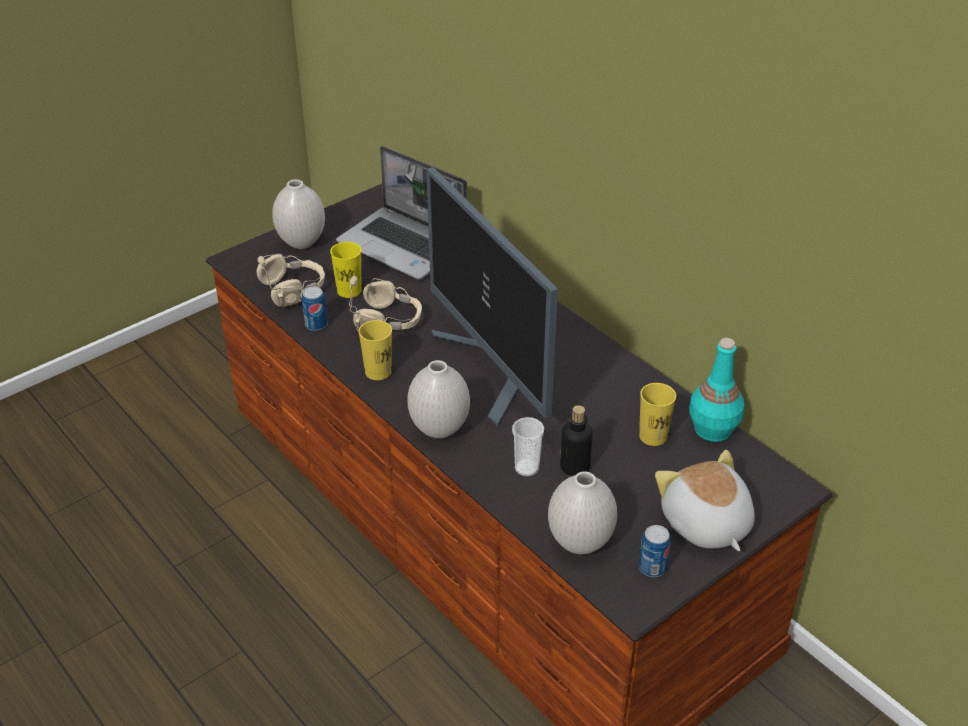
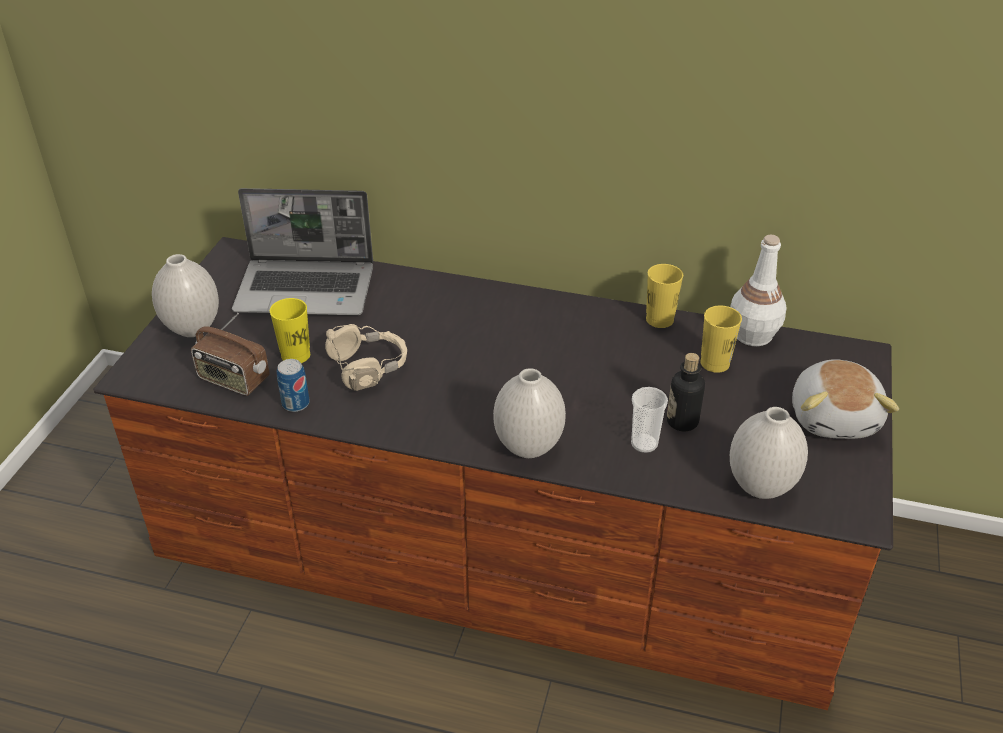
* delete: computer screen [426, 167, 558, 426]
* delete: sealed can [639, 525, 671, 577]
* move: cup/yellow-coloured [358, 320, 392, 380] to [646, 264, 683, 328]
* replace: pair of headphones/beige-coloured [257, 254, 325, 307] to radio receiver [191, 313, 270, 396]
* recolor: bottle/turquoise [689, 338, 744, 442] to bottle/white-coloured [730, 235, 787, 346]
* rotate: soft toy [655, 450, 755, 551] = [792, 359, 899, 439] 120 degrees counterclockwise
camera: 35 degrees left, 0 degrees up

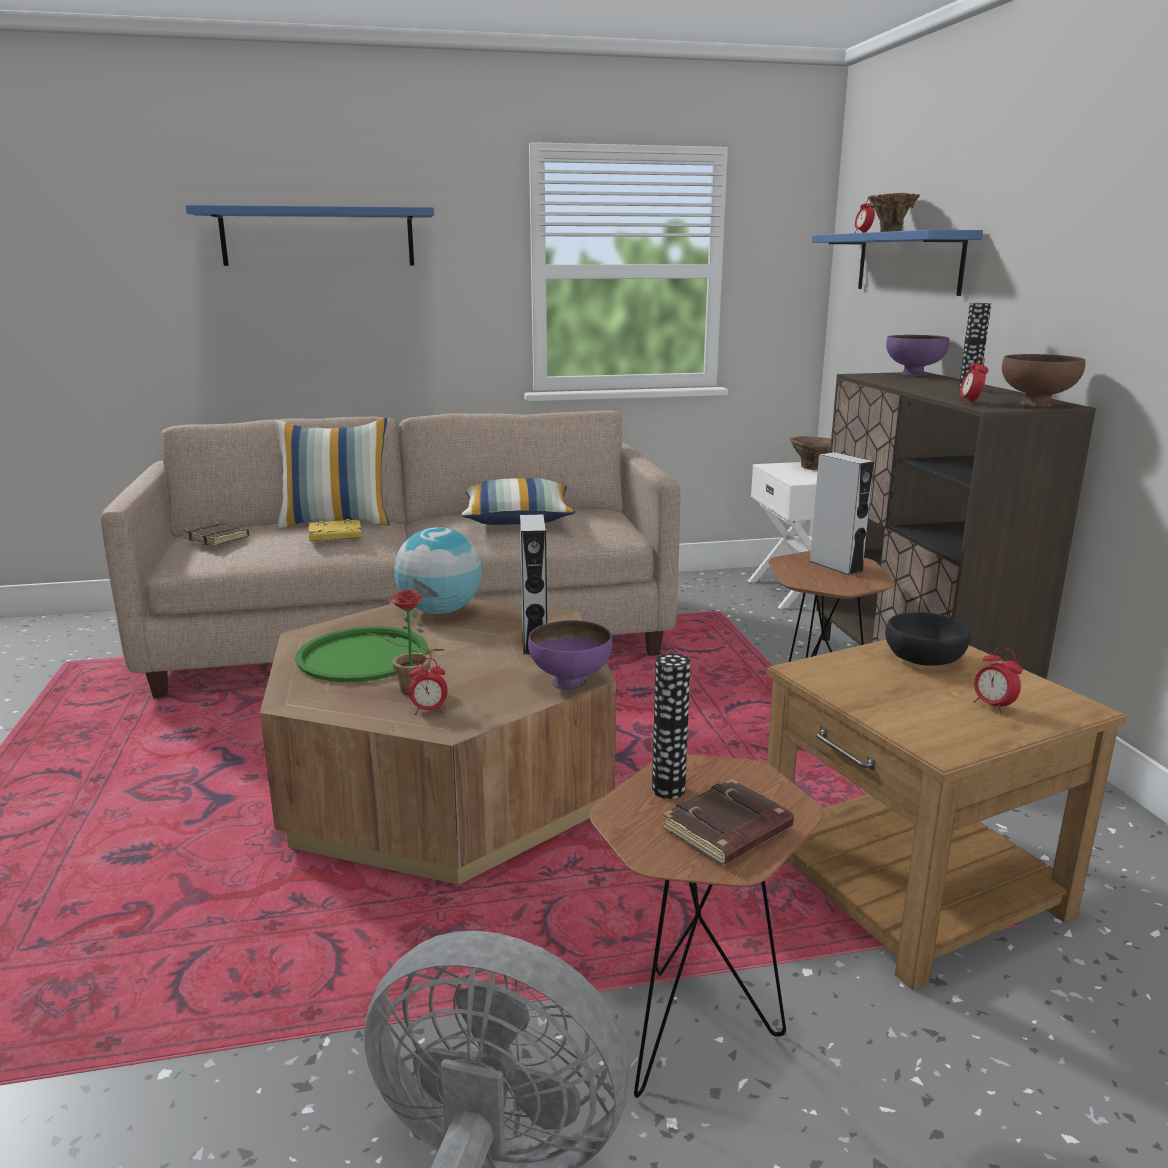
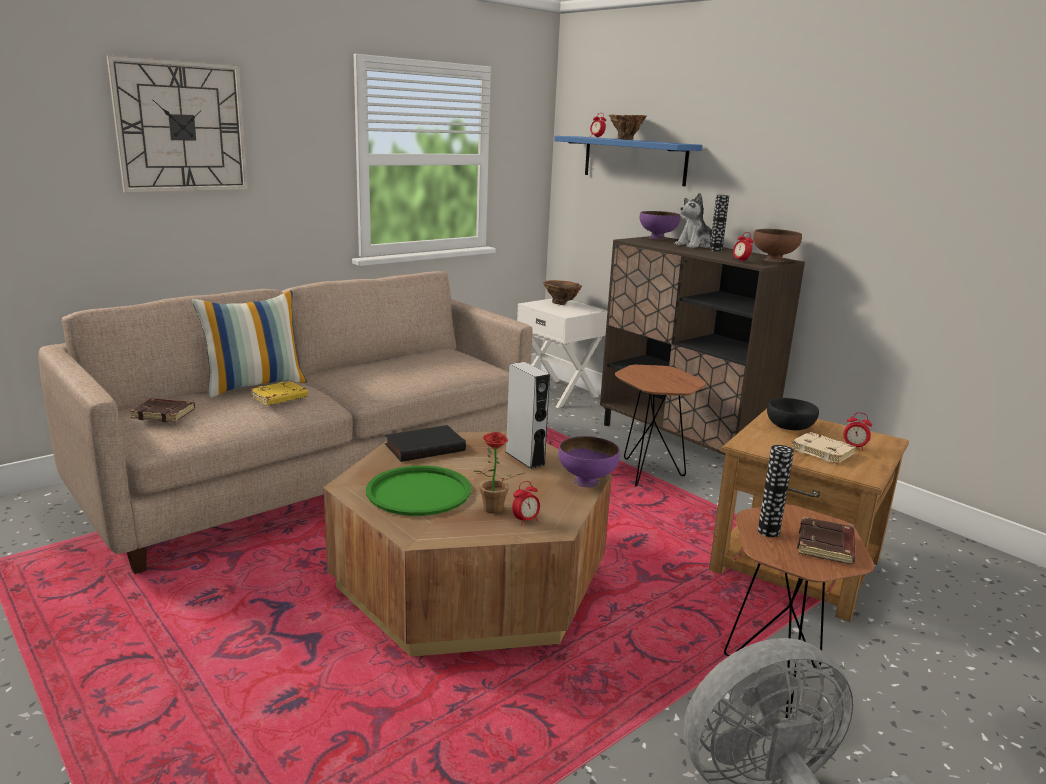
* delete: cushion [461, 478, 575, 525]
* delete: loudspeaker/gray [809, 452, 874, 575]
* insert: soft toy [675, 193, 712, 248]
* insert: book/beige-coloured [790, 432, 856, 464]
* replace: wall shelf/bluish [186, 205, 434, 266] to wall clock [106, 56, 248, 193]
* replace: desk globe [394, 527, 482, 614] to book/black [385, 425, 466, 462]
camera: 30 degrees left, 0 degrees up

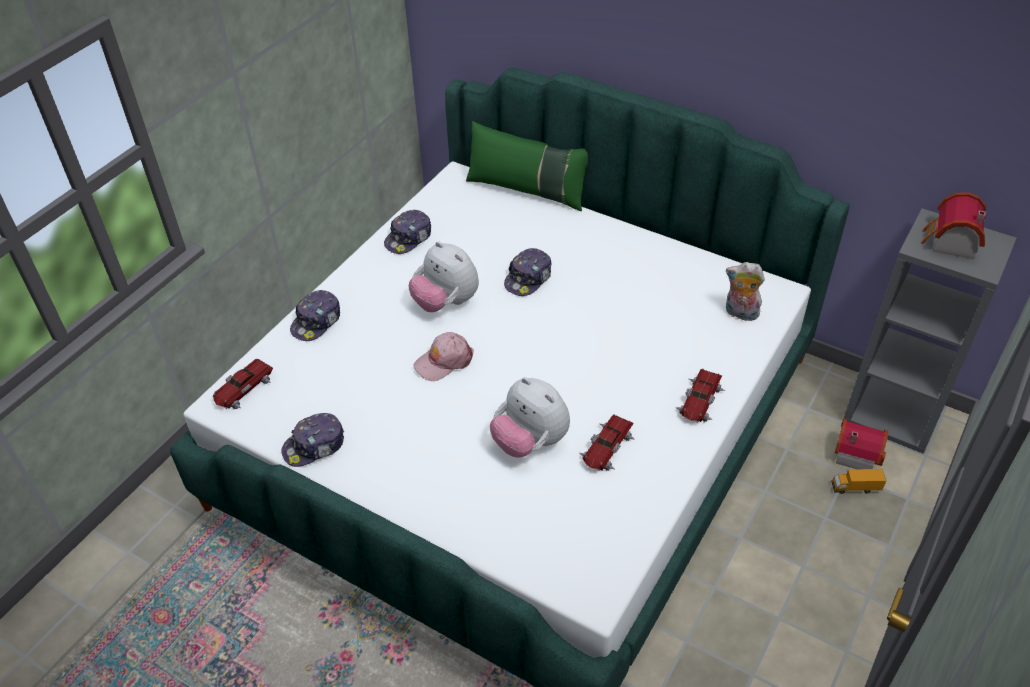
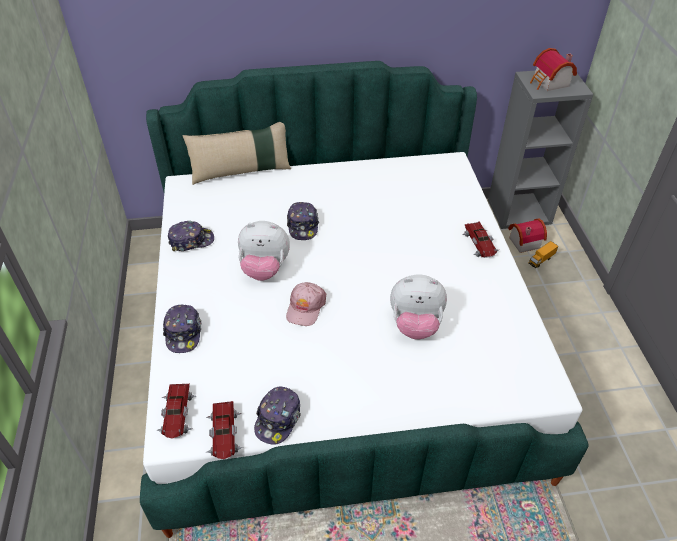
* delete: soft toy [726, 262, 765, 321]
* move: miniature car [580, 414, 635, 471] to [206, 401, 243, 459]
* recolor: cushion/green [466, 121, 588, 211] to cushion/beige-coloured [183, 122, 291, 185]
* rotate: cap [384, 210, 431, 254] = [168, 221, 214, 251] 105 degrees counterclockwise
camera: 40 degrees left, 0 degrees up

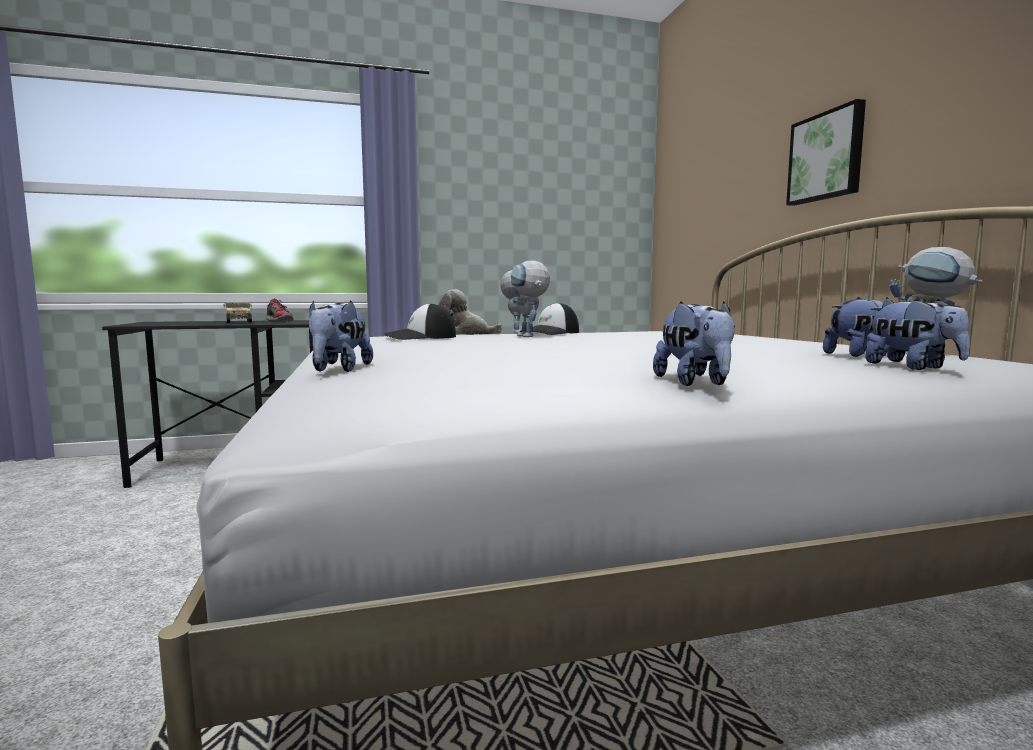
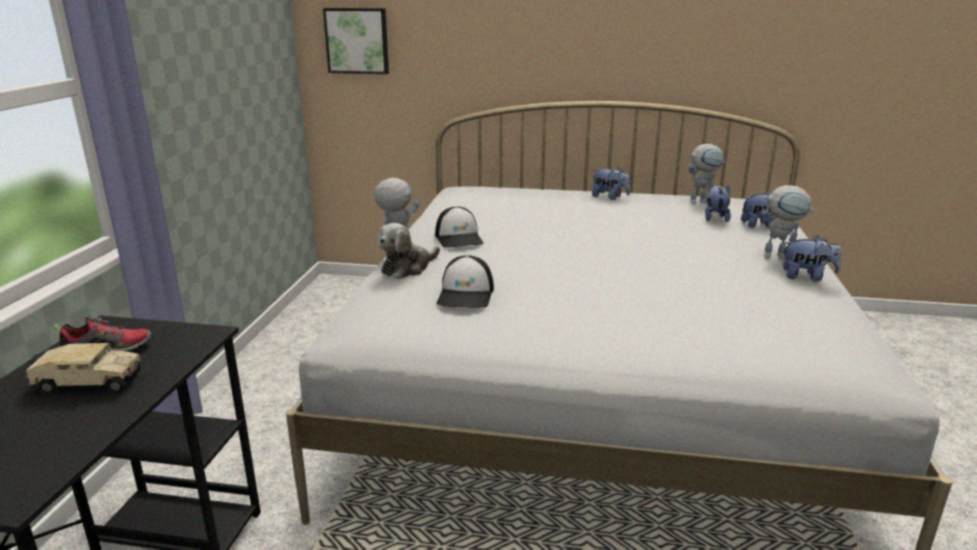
* move: soft toy [309, 301, 373, 372] to [592, 167, 630, 200]
* move: model robot [511, 261, 550, 337] to [762, 185, 815, 259]
* move: wall art [786, 99, 866, 206] to [323, 8, 389, 74]
camera: 65 degrees left, 15 degrees up

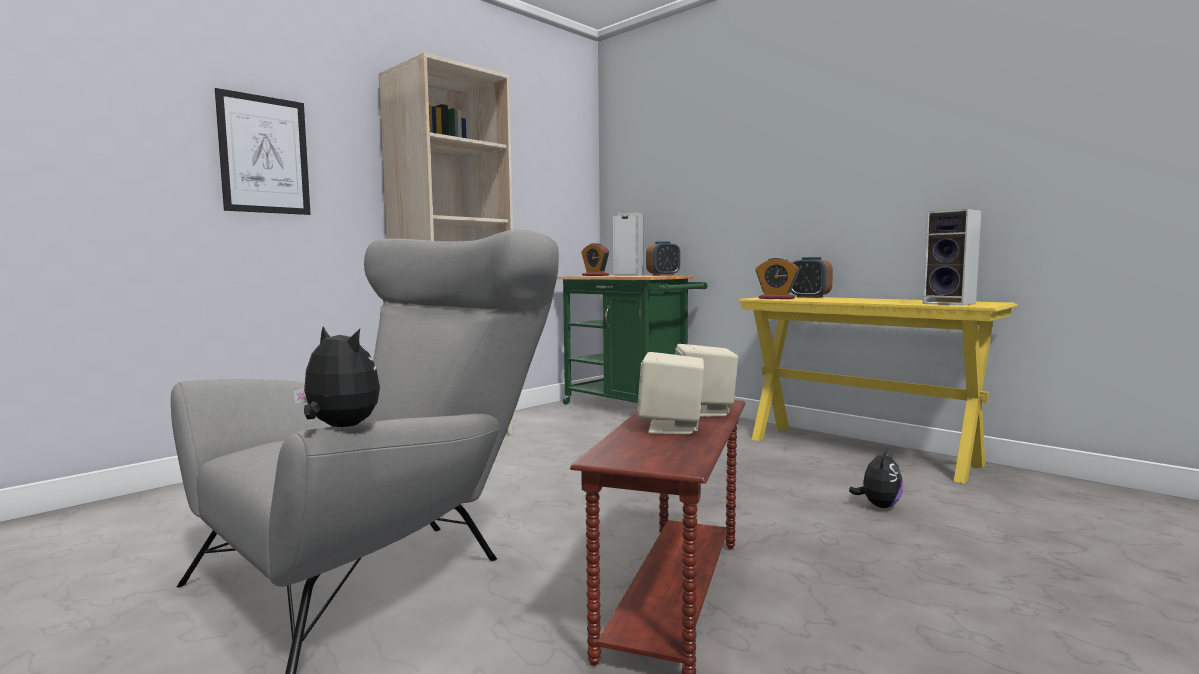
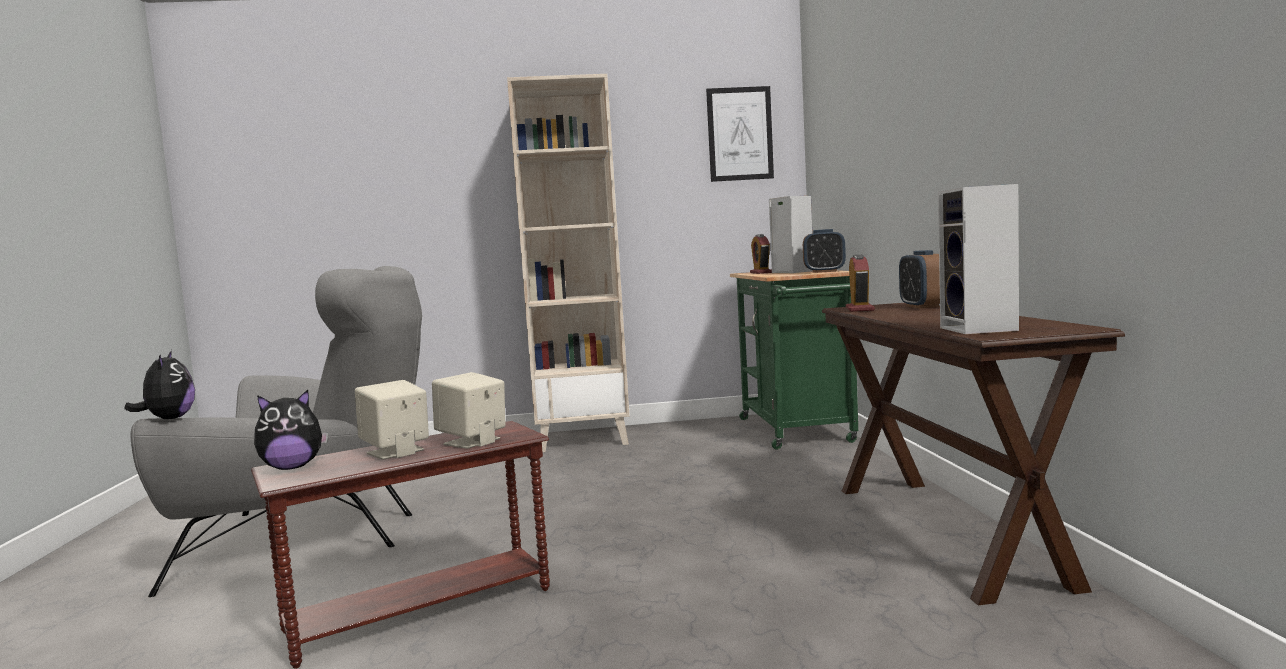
* move: wall art [215, 88, 311, 215] to [706, 86, 774, 182]
* move: soft toy [849, 449, 903, 508] to [254, 390, 328, 470]
* recolor: console table/yellow-coloured [738, 296, 1018, 484] to console table/brown [822, 303, 1125, 605]
* rotate: bedside clock [756, 257, 800, 299] = [846, 254, 875, 312] 150 degrees counterclockwise
camera: 40 degrees right, 0 degrees up

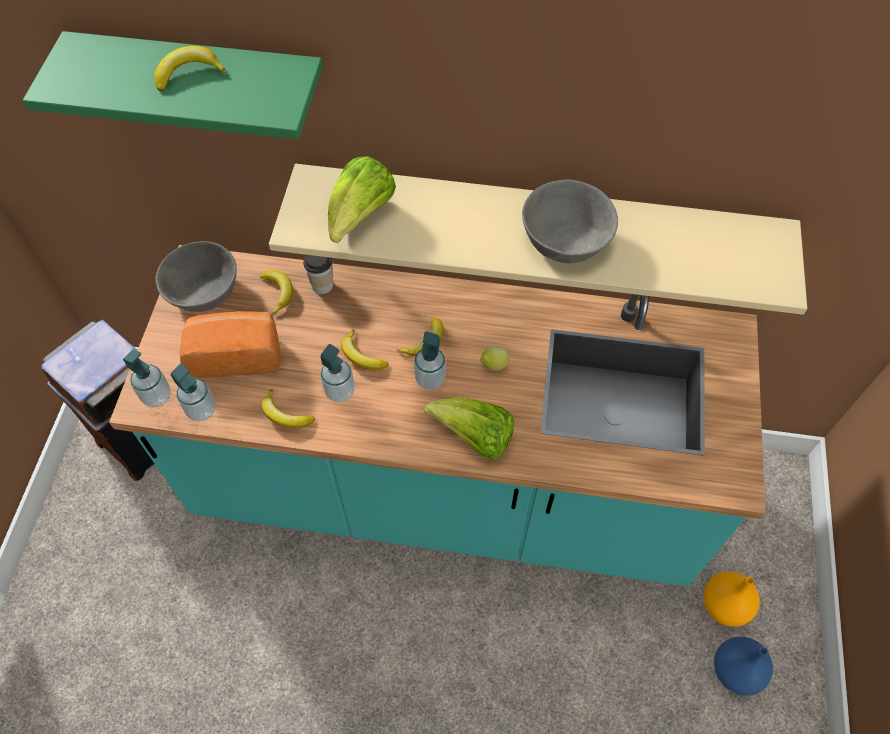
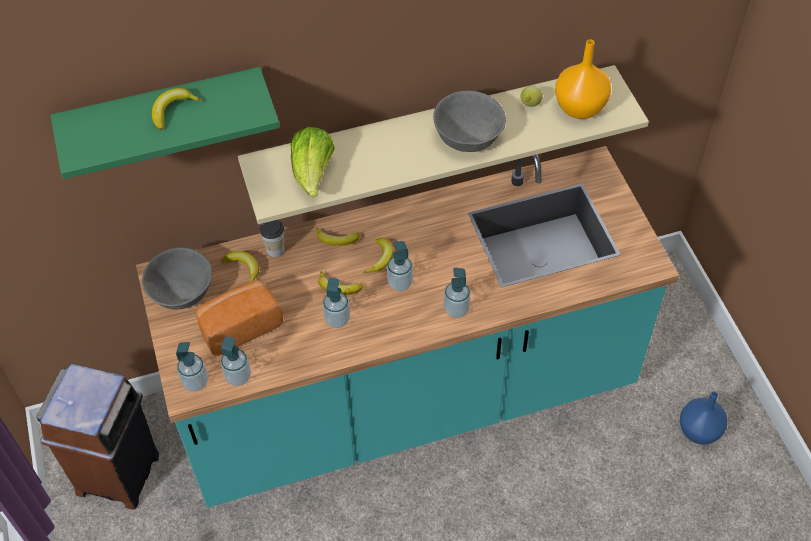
* move: whole banana [261, 389, 315, 428] to [316, 227, 360, 246]
* move: whole lemon [480, 346, 510, 371] to [520, 86, 543, 107]
* move: flower vase/orange [703, 571, 760, 627] to [555, 39, 611, 119]
* replace: lettuce [424, 398, 514, 459] to soap dispenser [444, 267, 470, 318]
camera: 25 degrees left, 5 degrees down

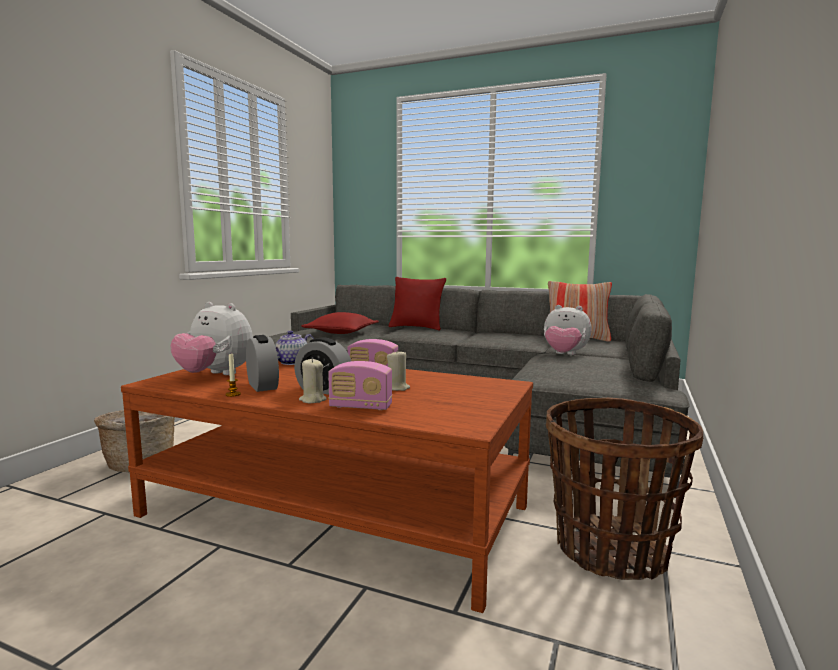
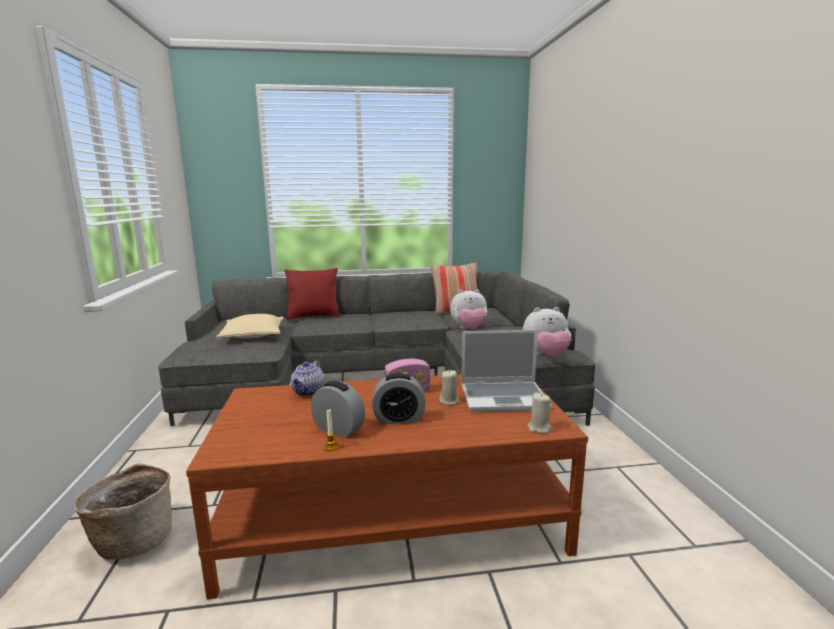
* delete: radio receiver [328, 361, 392, 410]
* delete: storage basket [546, 398, 703, 580]
* insert: laptop [461, 330, 552, 412]
* move: soft toy [171, 302, 253, 375] to [523, 307, 572, 356]
* move: wax light/beige-coloured [299, 359, 327, 403] to [528, 393, 552, 433]
* recolor: cushion/reddish [301, 312, 379, 334] to cushion/beige-coloured [216, 314, 284, 338]
camera: 30 degrees left, 5 degrees up

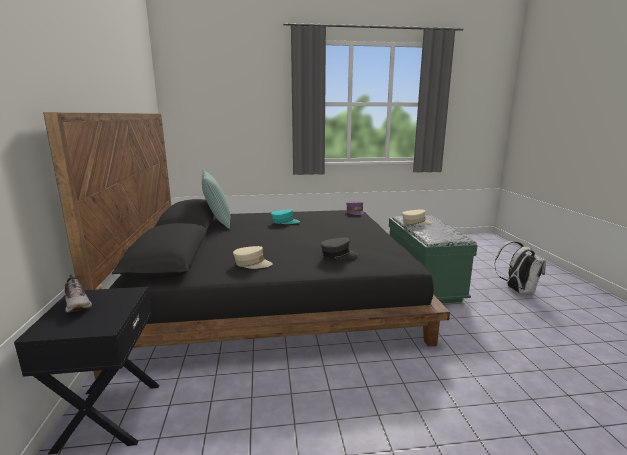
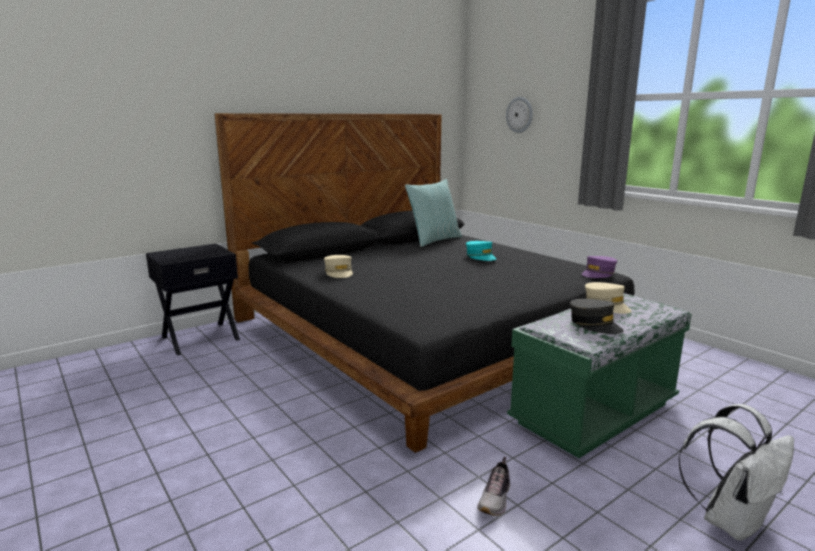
* insert: wall clock [506, 97, 533, 133]
* move: low shoe [65, 274, 92, 312] to [477, 457, 510, 516]
* move: cap/gray [320, 237, 358, 259] to [570, 299, 624, 334]
camera: 60 degrees right, 0 degrees up

